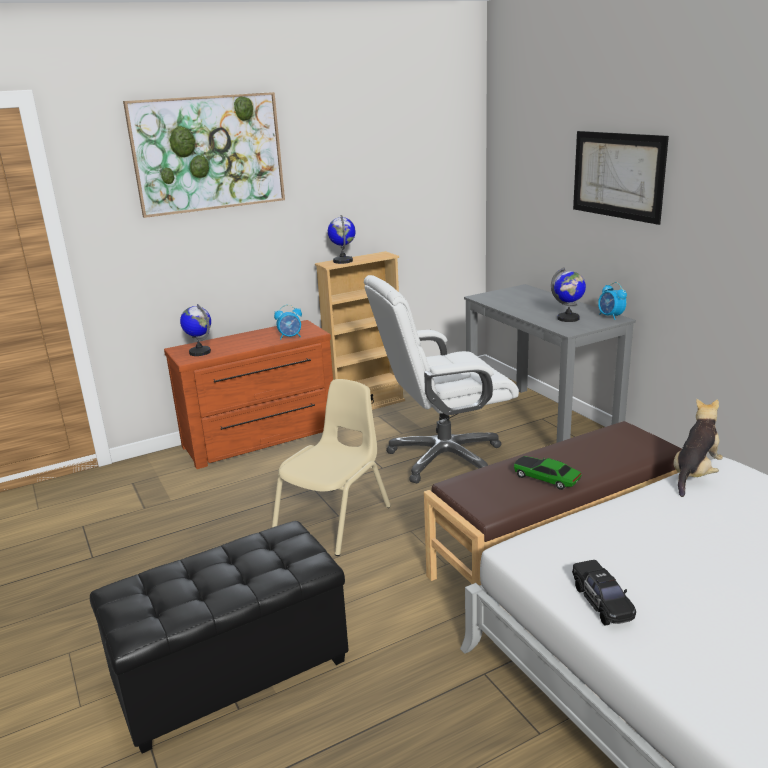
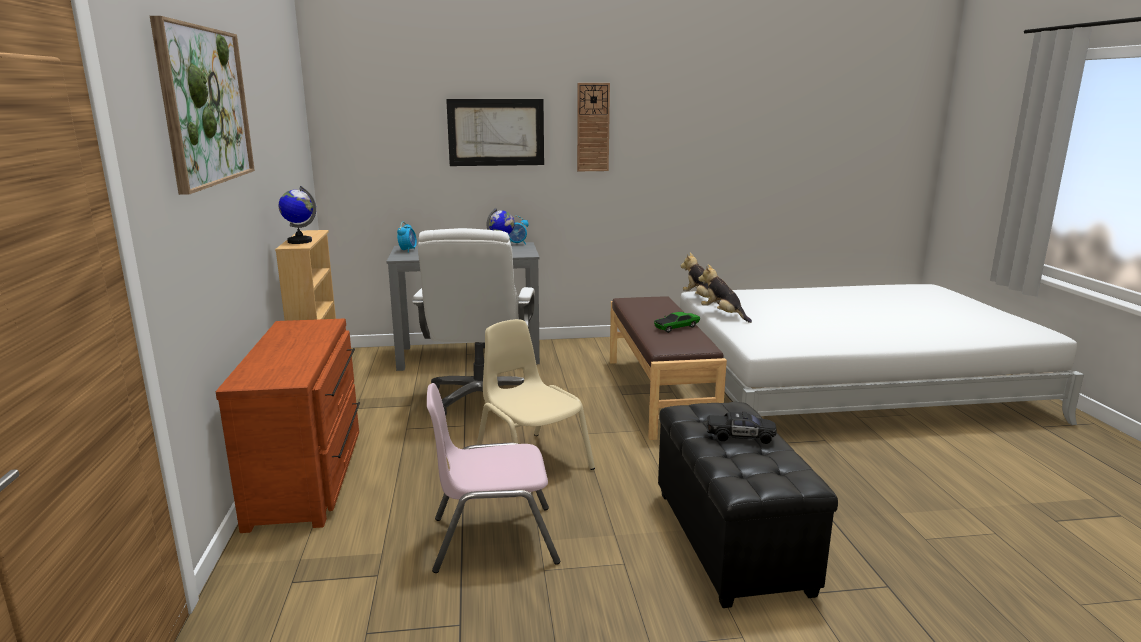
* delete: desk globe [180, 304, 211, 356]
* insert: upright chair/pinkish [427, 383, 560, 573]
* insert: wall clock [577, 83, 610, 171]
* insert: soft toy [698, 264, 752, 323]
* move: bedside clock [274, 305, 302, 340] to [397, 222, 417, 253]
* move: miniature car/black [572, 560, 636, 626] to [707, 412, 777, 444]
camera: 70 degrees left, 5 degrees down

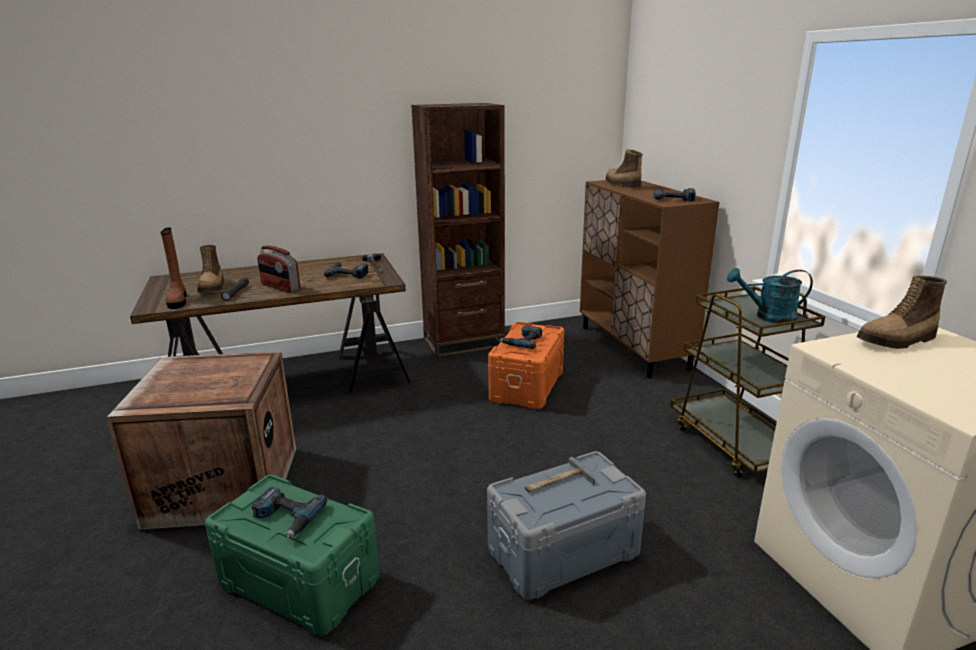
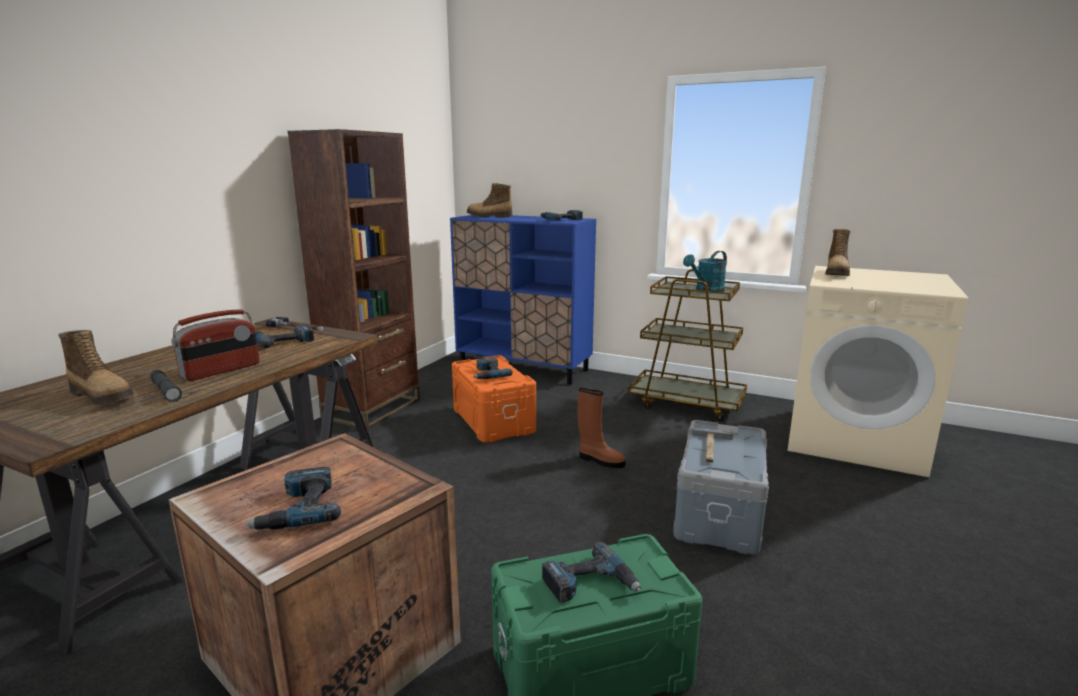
* insert: drill [245, 467, 341, 530]
* move: high-top boot/brown [160, 228, 187, 309] to [578, 388, 626, 468]
* recolor: storage cabinet/brown [580, 180, 719, 378] to storage cabinet/bluish [450, 215, 596, 385]
* rotate: radio receiver [257, 245, 300, 293] = [171, 309, 259, 381] 45 degrees counterclockwise
camera: 45 degrees left, 5 degrees down

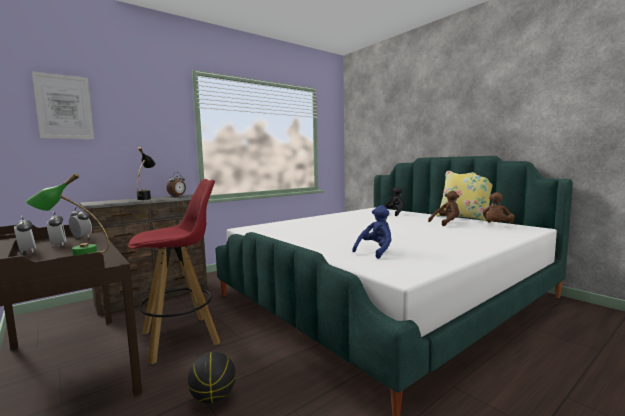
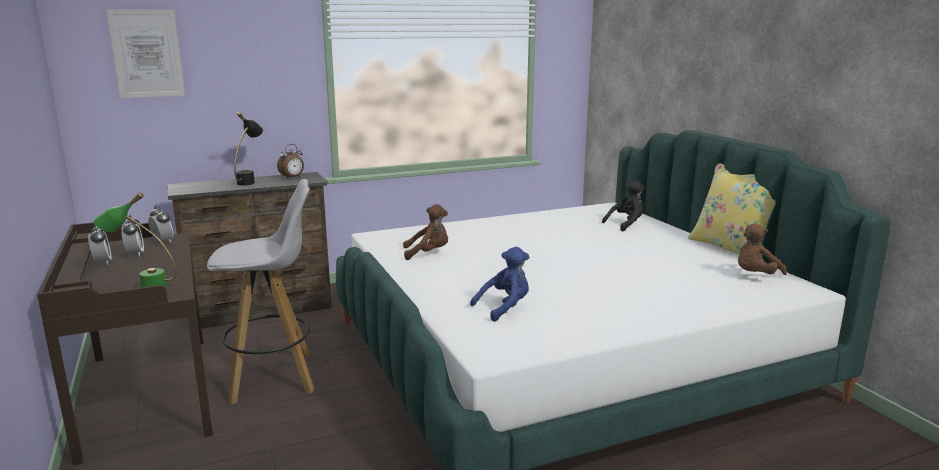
* delete: basketball ball [188, 352, 236, 404]
* move: soft toy/brown [428, 191, 460, 226] to [403, 204, 448, 260]
* recolor: stool/reddish [128, 179, 220, 364] to stool/white-coloured [207, 179, 315, 404]
camera: 15 degrees right, 10 degrees up

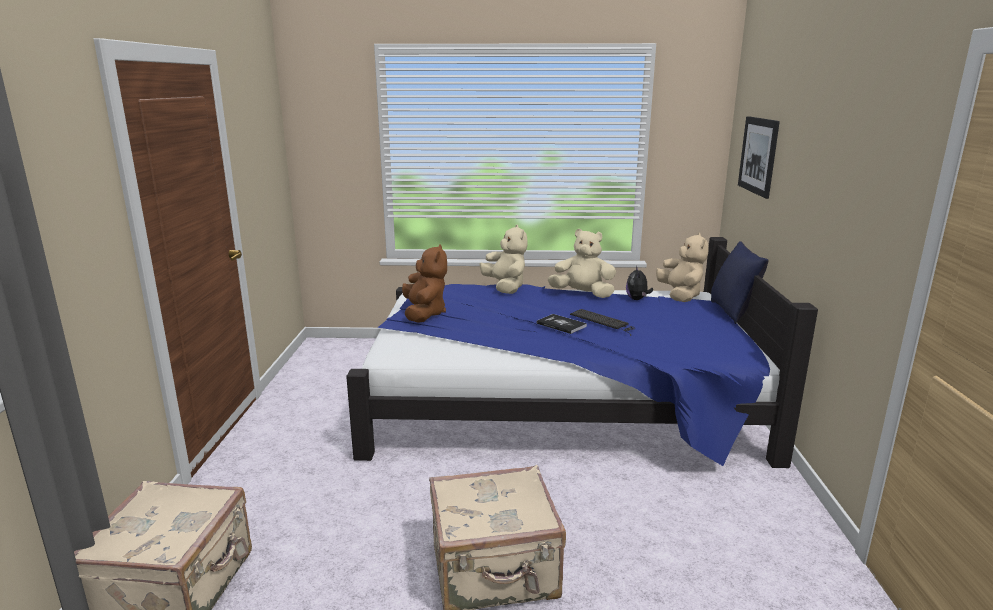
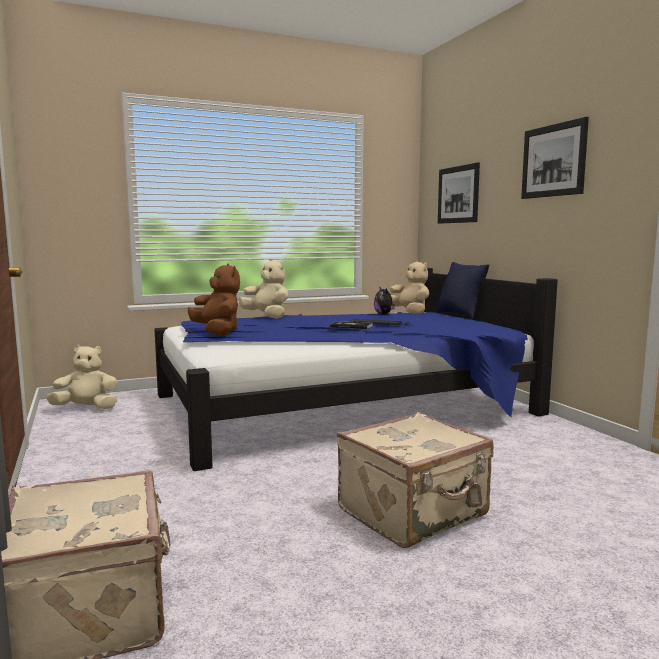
* insert: wall art [521, 117, 589, 199]
* move: soft toy/beige-coloured [548, 229, 616, 298] to [46, 345, 118, 409]
camera: 25 degrees left, 10 degrees down

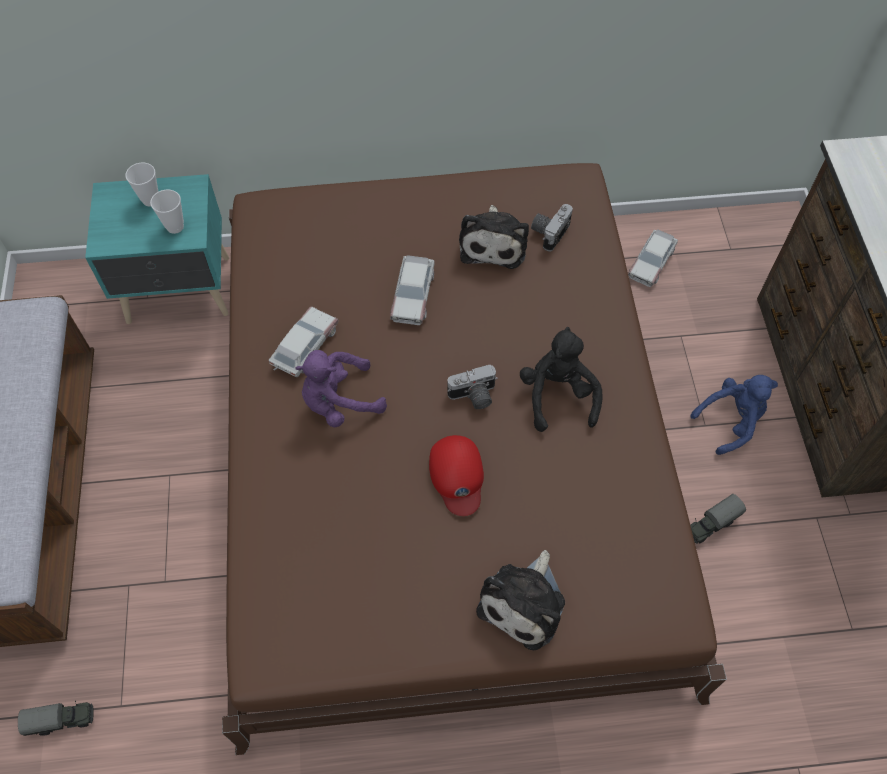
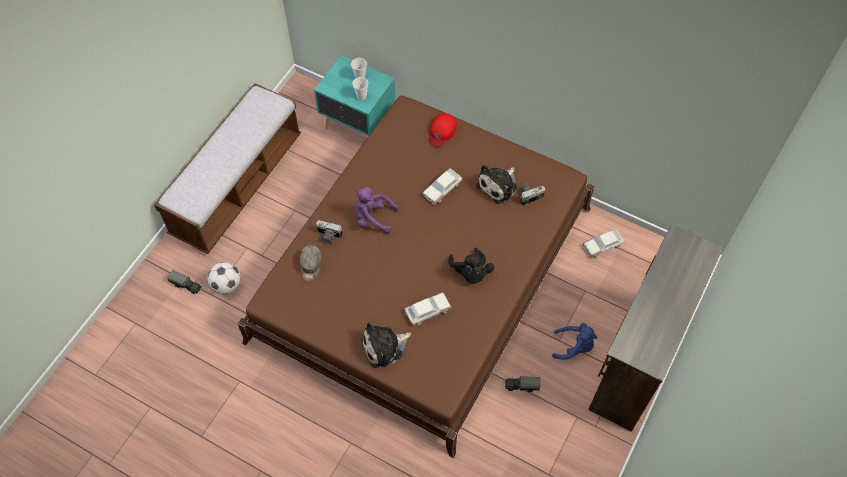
* insert: football [207, 262, 241, 294]
* insert: cap/gray [300, 245, 322, 281]
* move: miniature car [269, 306, 339, 377] to [405, 292, 452, 325]
* move: cap/reddish [429, 435, 484, 516] to [428, 113, 457, 147]
* move: photo camera [447, 365, 498, 409] to [315, 220, 342, 244]
* rotate: soft toy/black [520, 327, 602, 432] = [448, 248, 494, 283] 135 degrees clockwise
camera: 35 degrees right, 0 degrees up

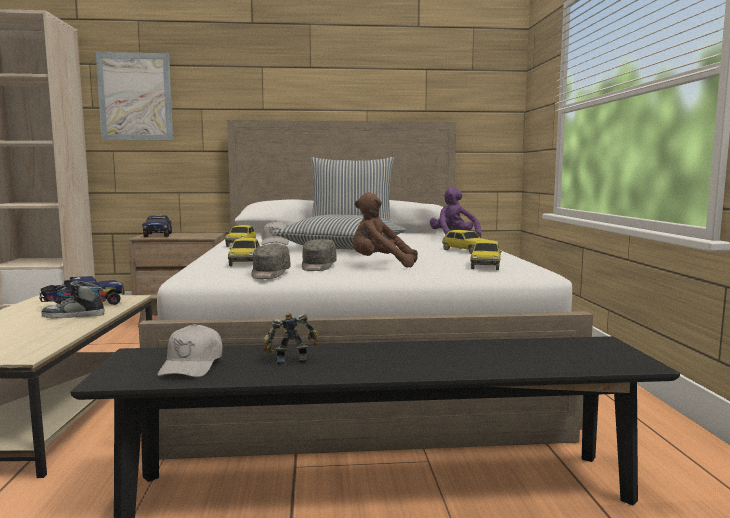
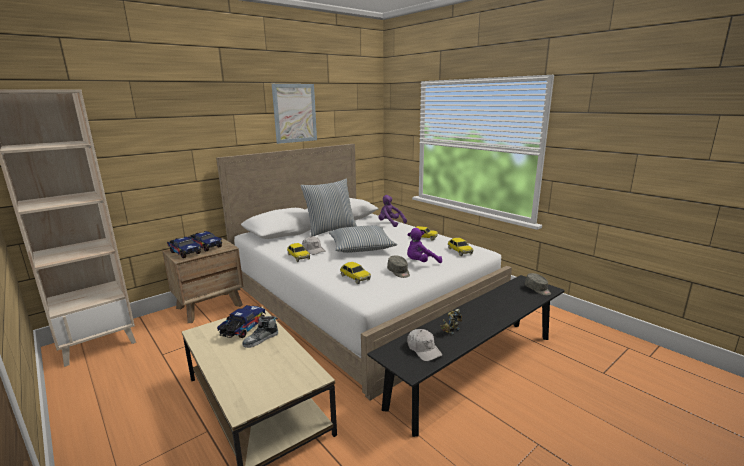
* insert: toy lorry [188, 231, 222, 251]
* move: wall art [96, 52, 173, 140] to [272, 84, 317, 144]
* move: cap/gray [251, 244, 291, 279] to [525, 273, 551, 295]
* recolor: soft toy/brown [353, 192, 418, 267] to soft toy/purplish [407, 228, 442, 263]
camera: 35 degrees left, 10 degrees up

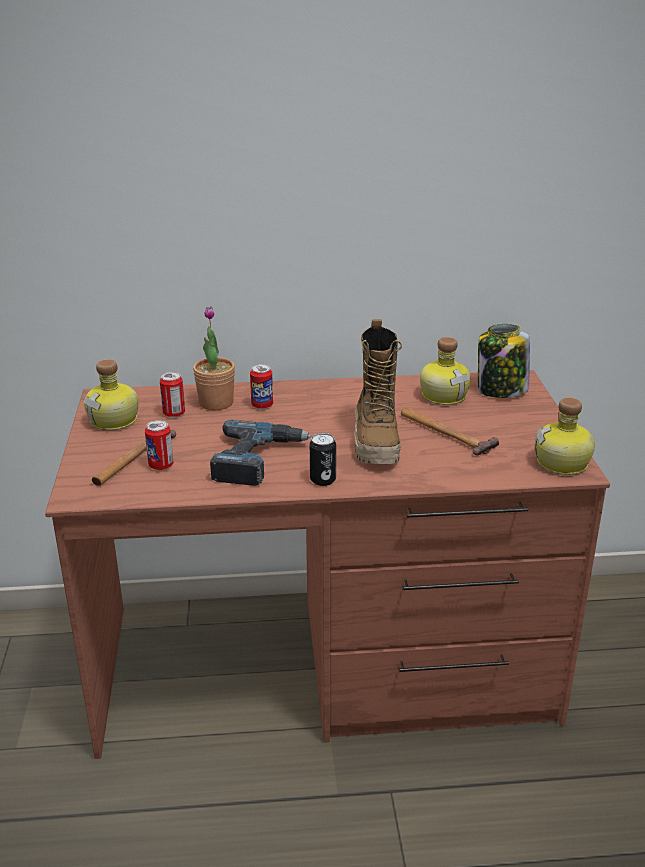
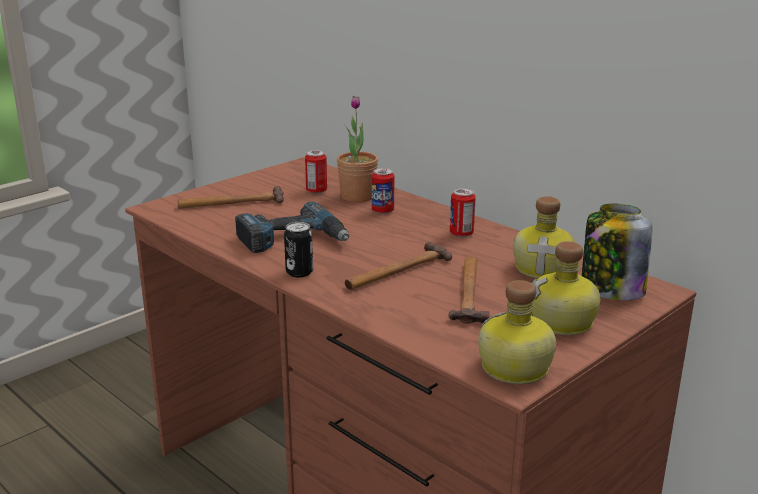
* move: bottle [83, 359, 138, 431] to [531, 241, 601, 335]
* move: sealed can [145, 420, 173, 470] to [450, 188, 476, 237]
* replace: high-top boot [354, 319, 402, 464] to hand hammer [345, 242, 452, 290]
camera: 50 degrees right, 5 degrees down

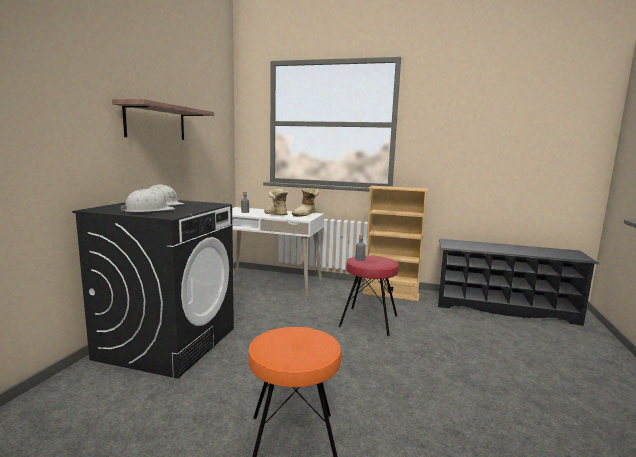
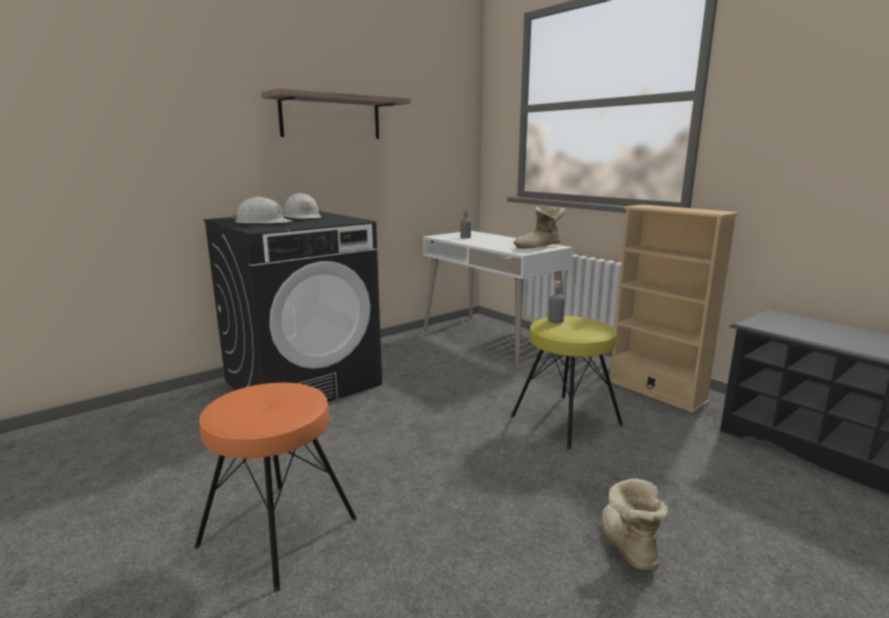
* move: high-top boot [264, 189, 289, 215] to [601, 479, 668, 571]
* recolor: stool/reddish [338, 255, 399, 336] to stool/yellow-coloured [511, 316, 623, 450]
camera: 35 degrees right, 5 degrees up

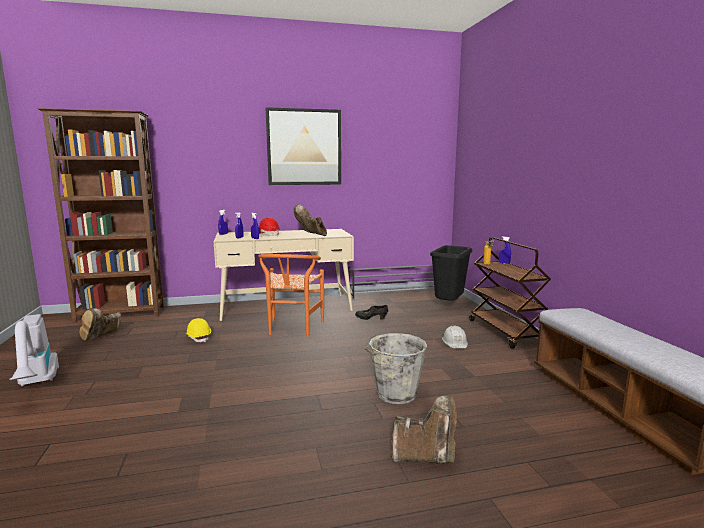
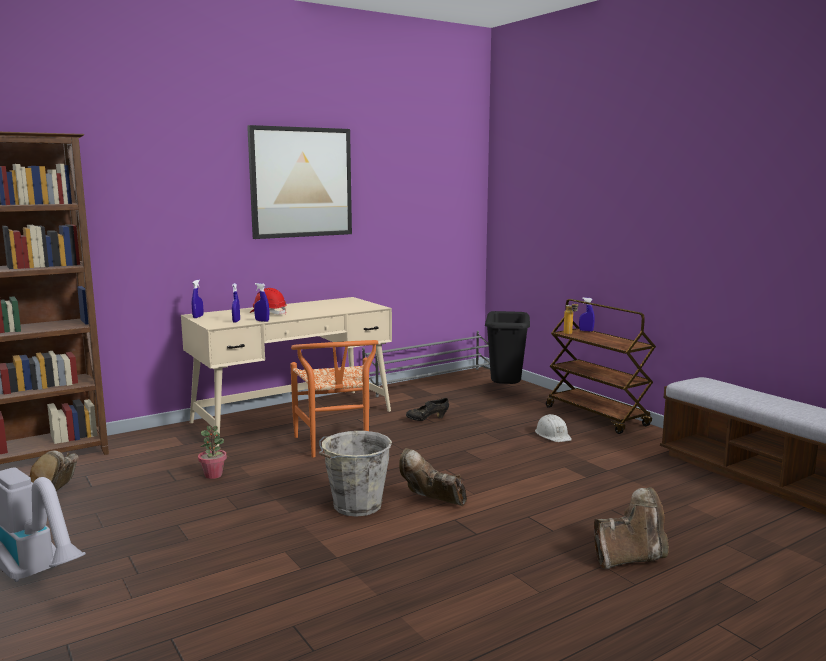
* move: high-top boot/brown [294, 204, 327, 236] to [399, 448, 467, 506]
* move: bucket/gray [365, 333, 427, 404] to [319, 431, 392, 517]
* replace: work helmet/yellow-coloured [185, 318, 211, 342] to houseplant [198, 426, 227, 479]
camera: 20 degrees left, 0 degrees up

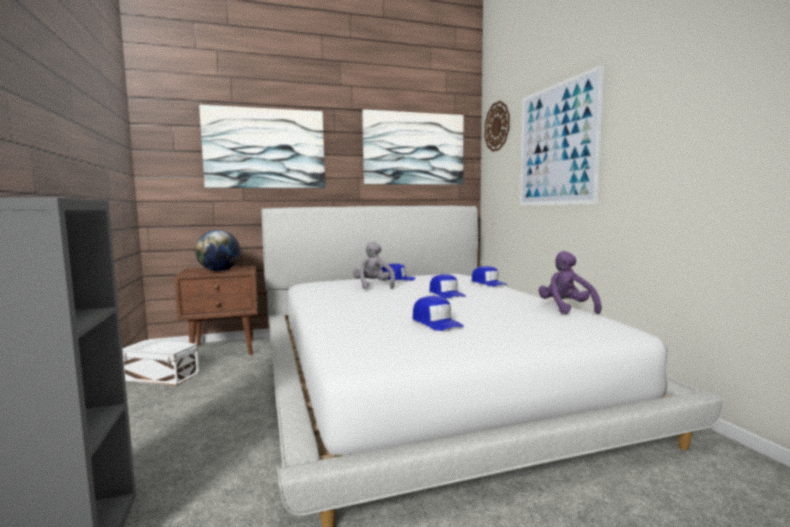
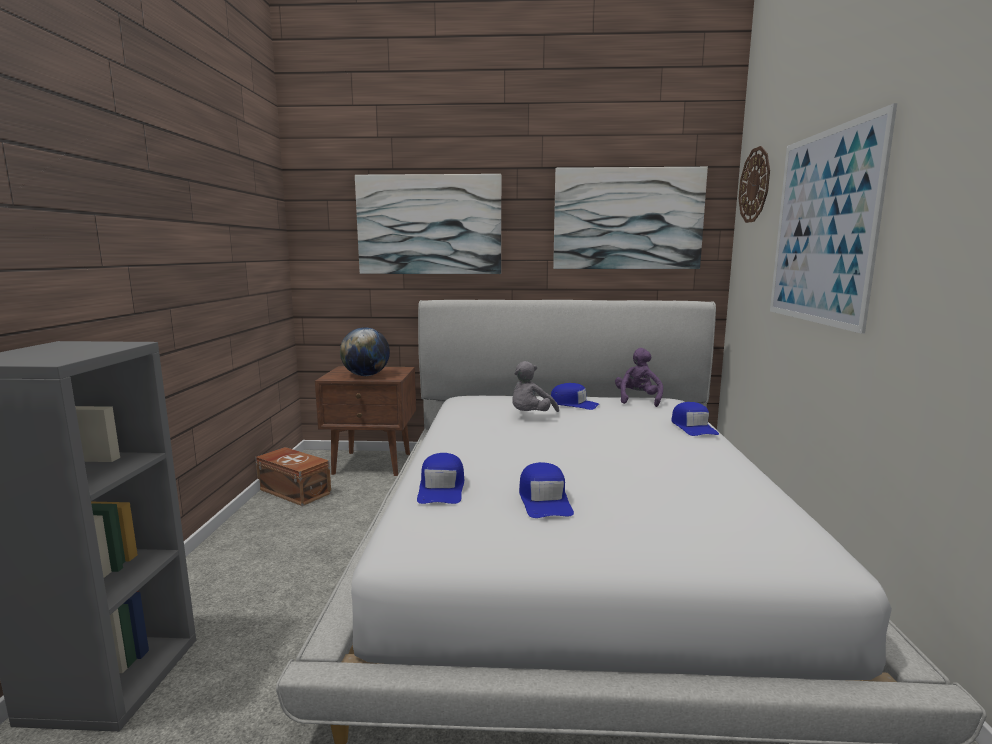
* move: cap/bluish [429, 274, 466, 298] to [417, 453, 464, 504]
* move: soft toy/purplish [538, 251, 602, 314] to [615, 348, 663, 407]
* recolor: storage box/white-coloured [122, 340, 199, 386] to storage box/brown [255, 447, 331, 506]
* rotate: soft toy/gray [353, 242, 395, 289] = [512, 361, 559, 412] 150 degrees counterclockwise
camera: 20 degrees right, 5 degrees up

